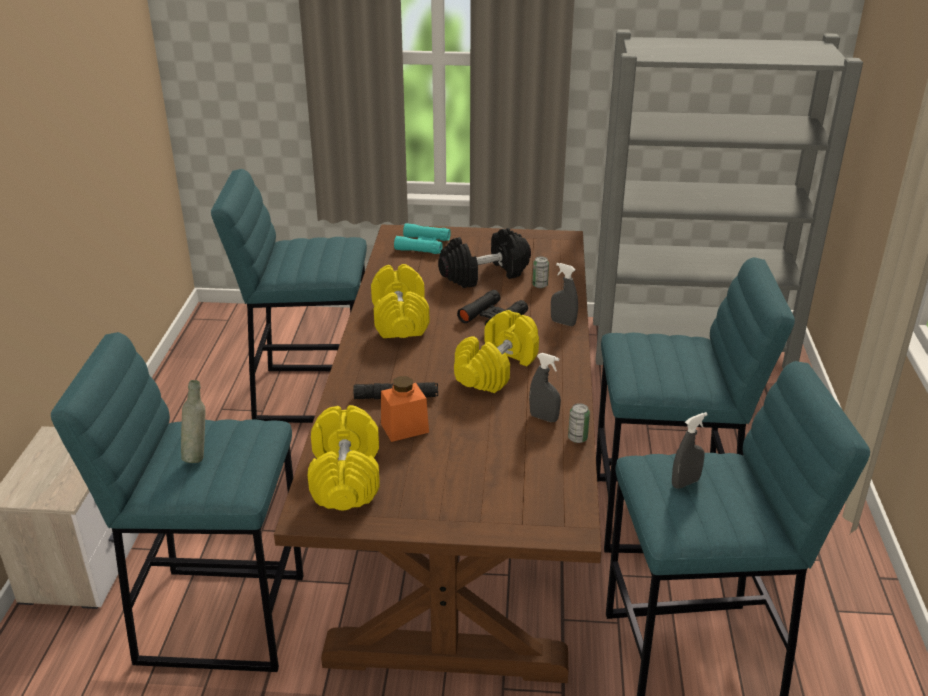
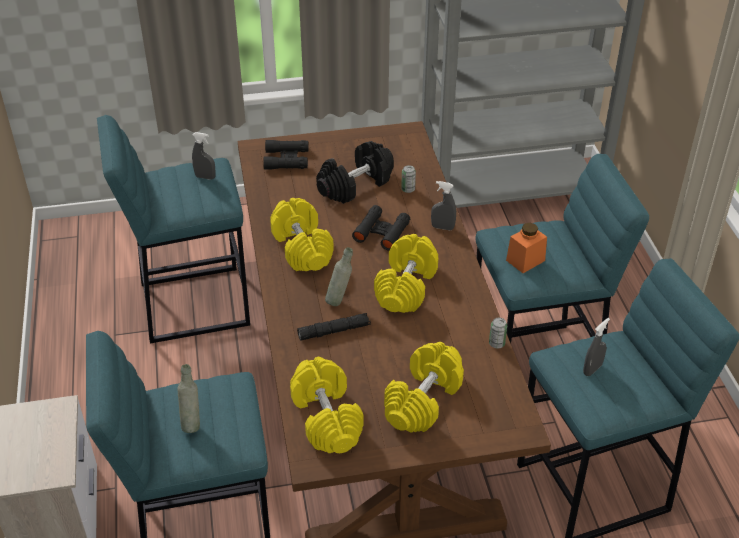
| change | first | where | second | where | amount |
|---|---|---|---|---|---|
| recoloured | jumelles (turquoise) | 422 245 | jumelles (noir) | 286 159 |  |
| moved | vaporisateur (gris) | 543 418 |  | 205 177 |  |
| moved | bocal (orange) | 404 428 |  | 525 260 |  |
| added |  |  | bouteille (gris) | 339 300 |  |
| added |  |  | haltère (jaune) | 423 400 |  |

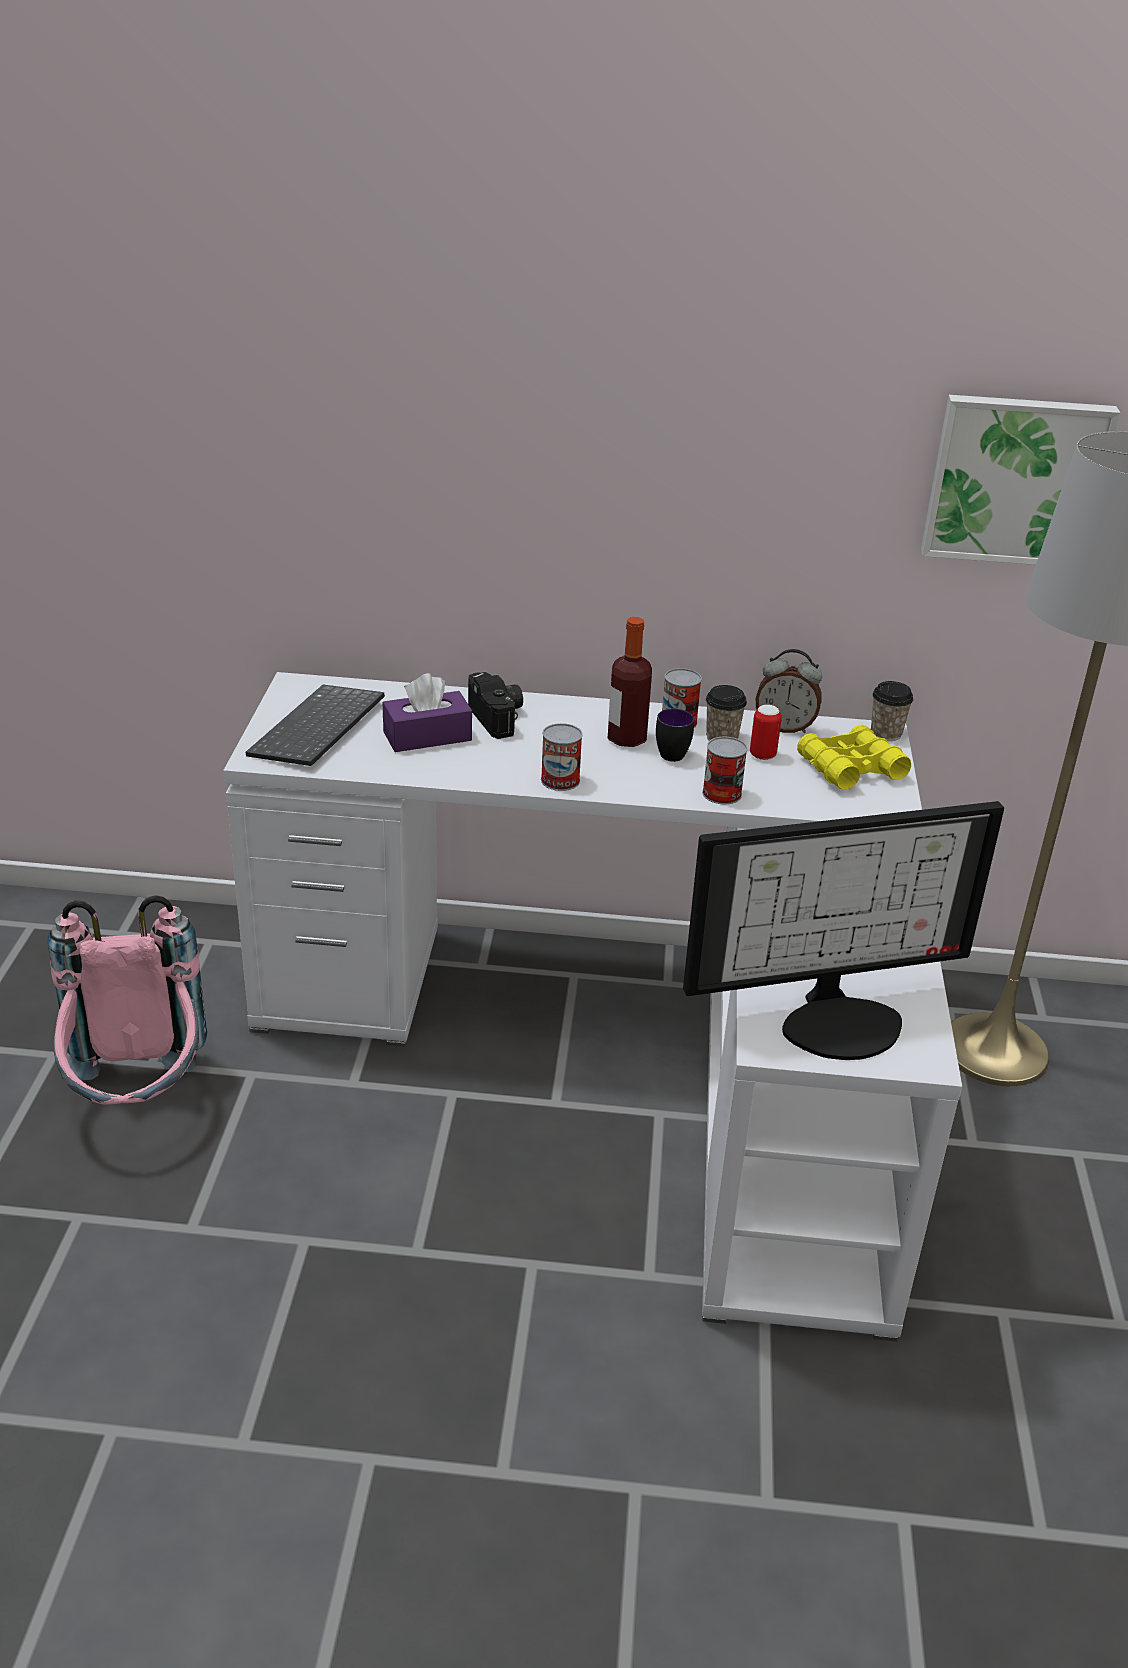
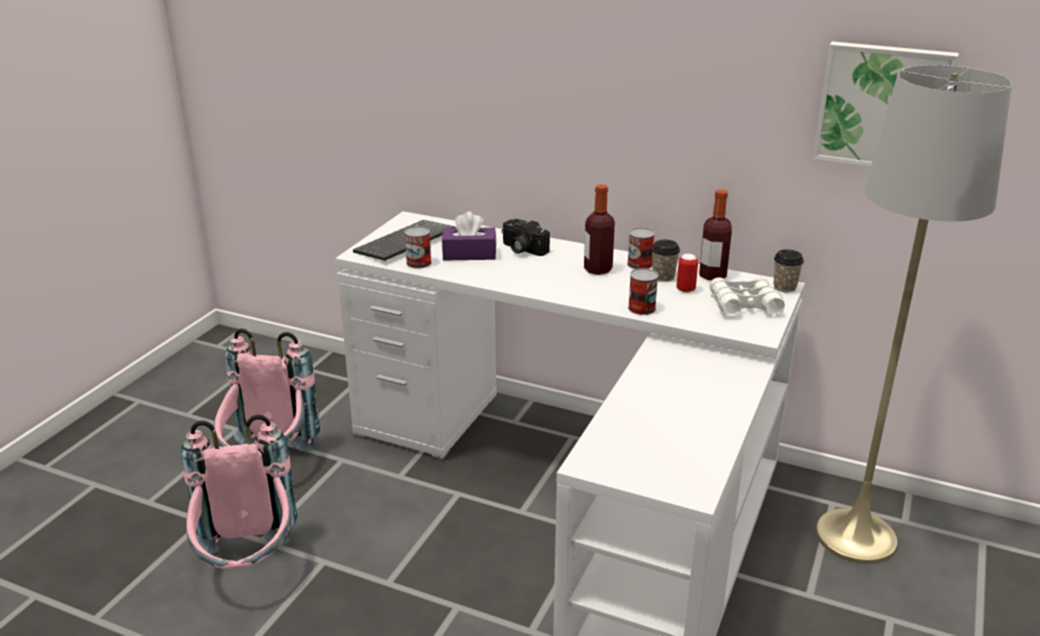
| change | first | where | second | where | amount |
|---|---|---|---|---|---|
| replaced | réveil | 784 727 | bouteille | 712 275 |  |
| turned | appareil photo | 499 718 |  | 522 249 | 135 degrees clockwise |
| removed | mug | 671 752 |  |  |  |
| moved | boîte métallique | 560 780 |  | 418 263 |  |
| recoloured | jumelles (jaune) | 850 768 | jumelles (blanc) | 744 305 |  |
| removed | écran d'ordinateur | 839 1018 |  |  |  |
| added |  |  | sac à dos (rose) | 248 567 |  |

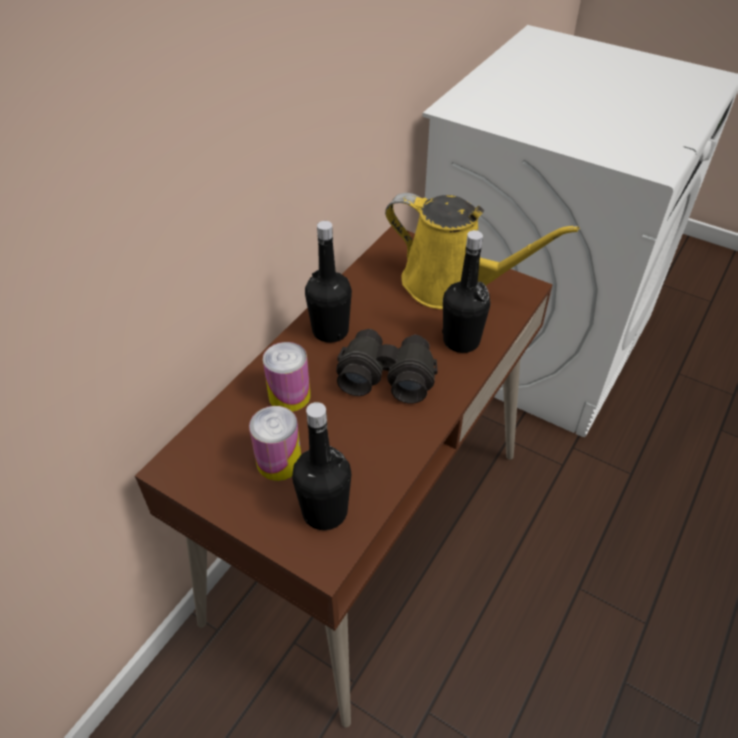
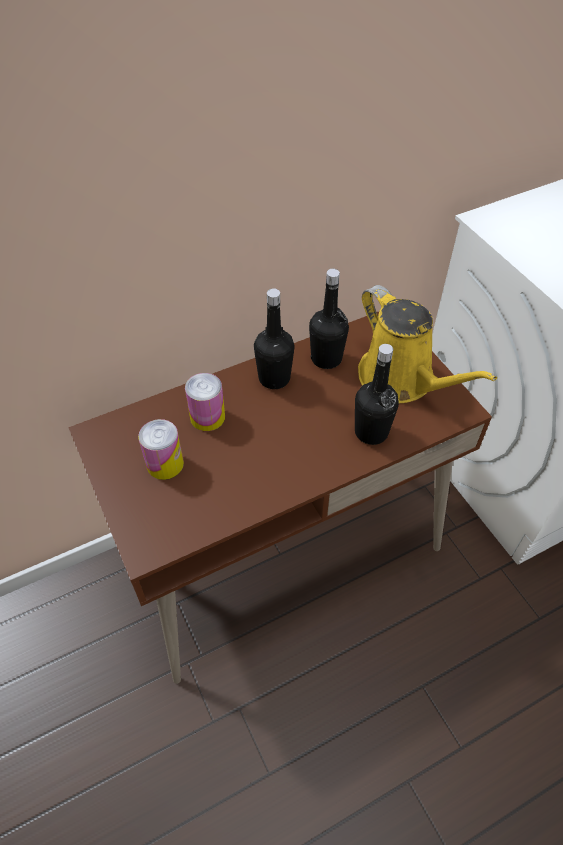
| change | first | where | second | where | amount |
|---|---|---|---|---|---|
| removed | jumelles (noir) | 386 375 |  |  |  |
| moved | bouteille (noir) | 325 511 |  | 326 358 |  |

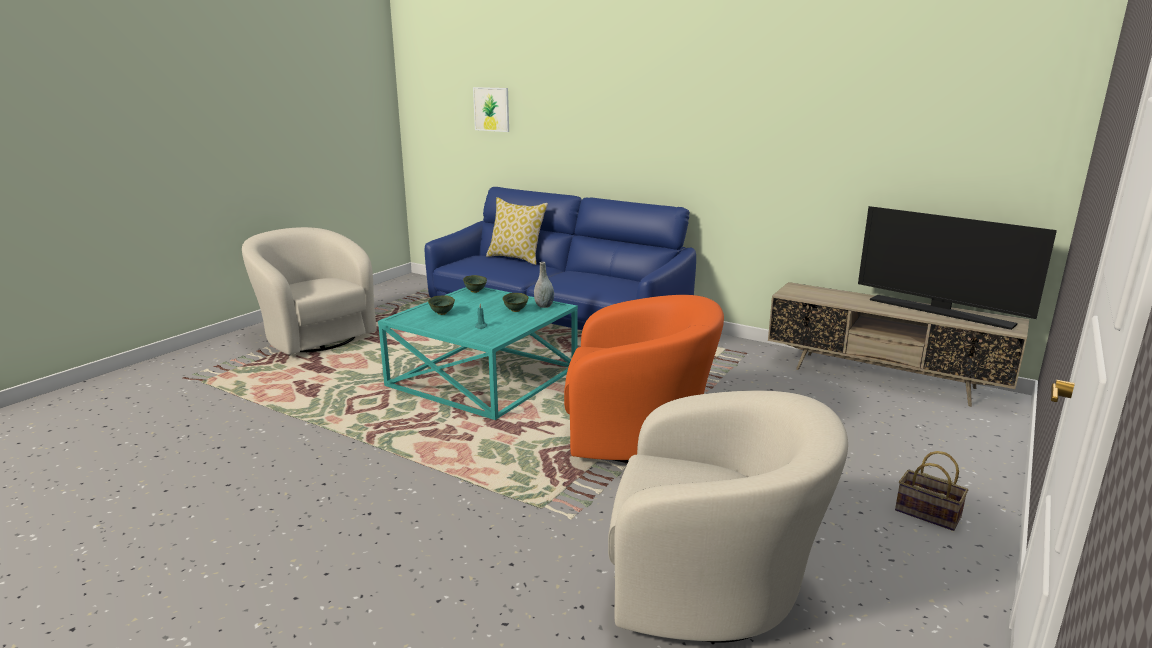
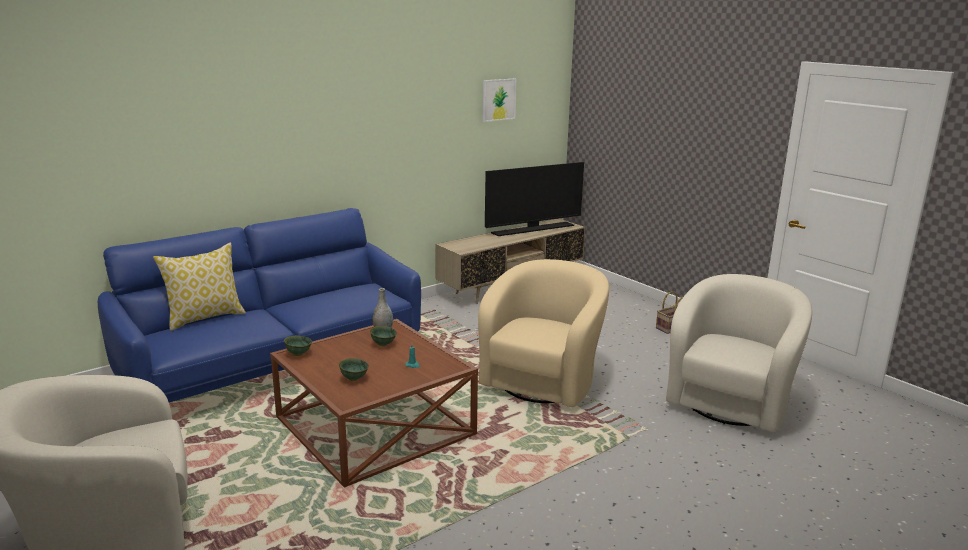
| change | first | where | second | where | amount |
|---|---|---|---|---|---|
| moved | tableau | 491 109 |  | 498 99 |  |
| recoloured | table basse (turquoise) | 484 377 | table basse (marron) | 374 425 |  |
| recoloured | fauteuil (orange) | 637 437 | fauteuil (beige) | 543 381 |  |

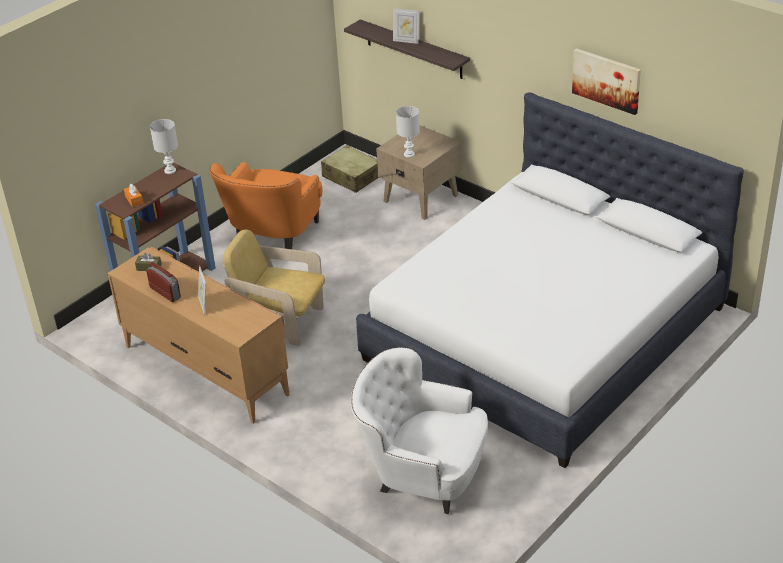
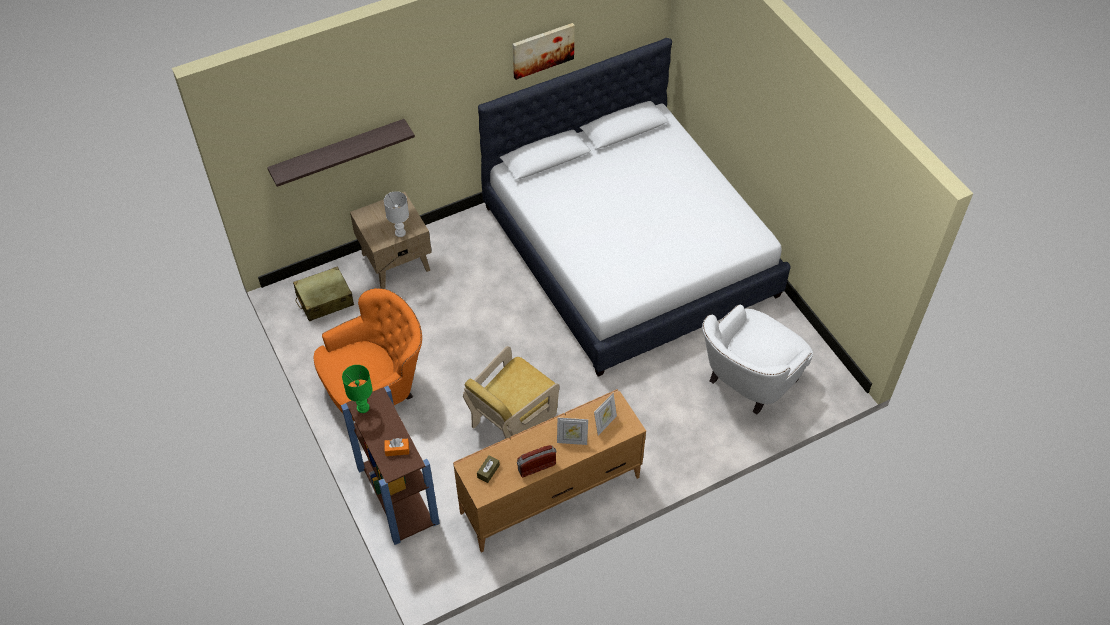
| change | first | where | second | where | amount |
|---|---|---|---|---|---|
| moved | cadre photo | 406 41 |  | 604 424 |  |
| recoloured | lampe de table (blanc) | 170 171 | lampe de table (vert) | 363 408 |  |
| turned | fauteuil (orange) | 273 234 |  | 376 387 | 75 degrees counterclockwise |

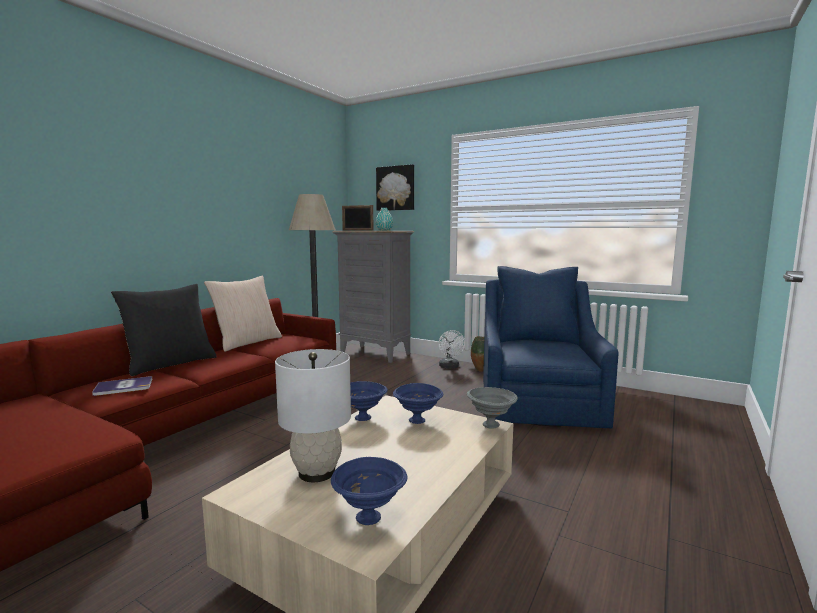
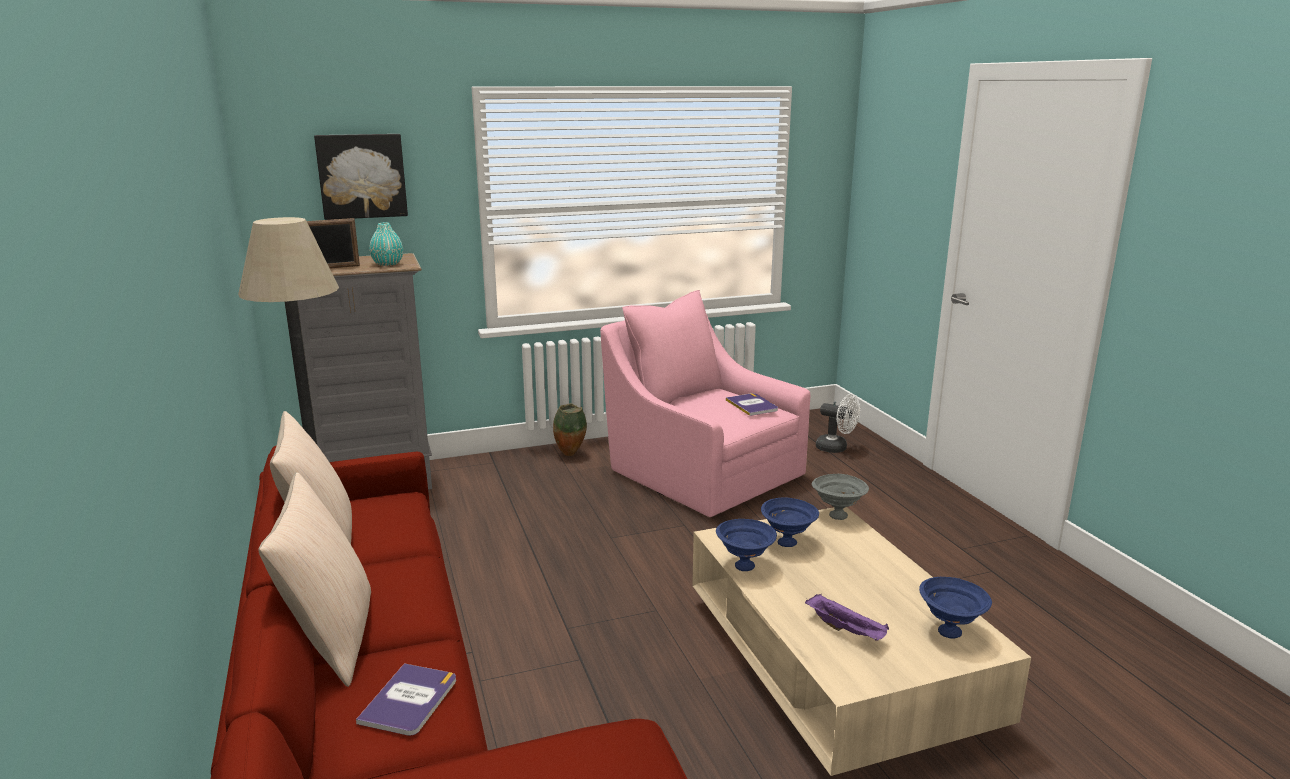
| change | first | where | second | where | amount |
|---|---|---|---|---|---|
| recoloured | fauteuil (bleu) | 538 403 | fauteuil (rose) | 701 473 |  |
| recoloured | coussin (noir) | 170 364 | coussin (beige) | 331 638 |  |
| moved | ventilateur (blanc) | 450 367 |  | 836 448 |  |
| replaced | lampe de table (blanc) | 317 472 | plateau (violet) | 846 630 |  |
| added |  |  | livre | 752 405 |  |

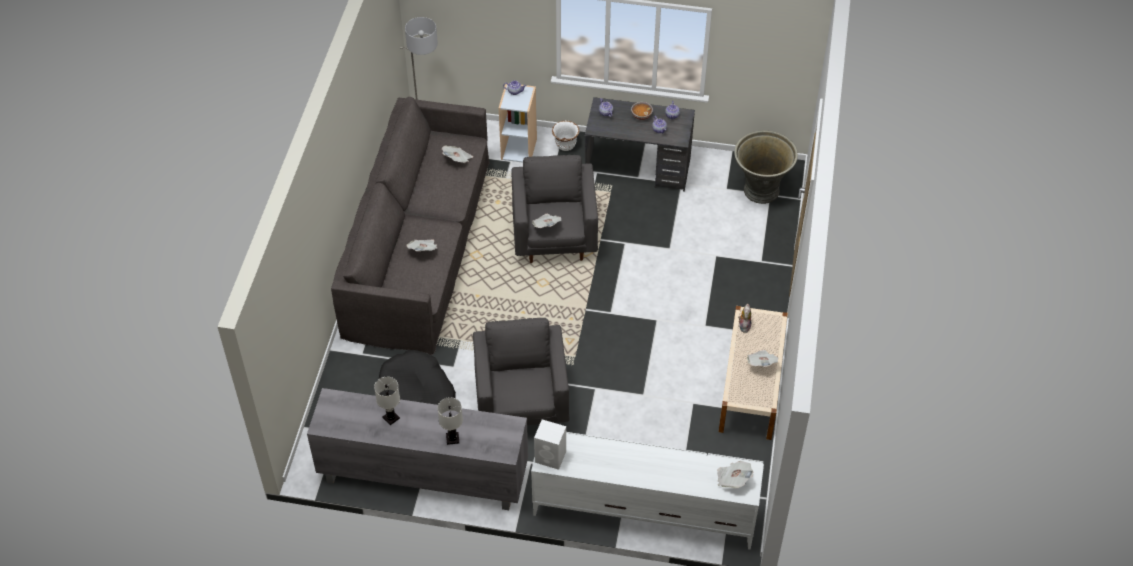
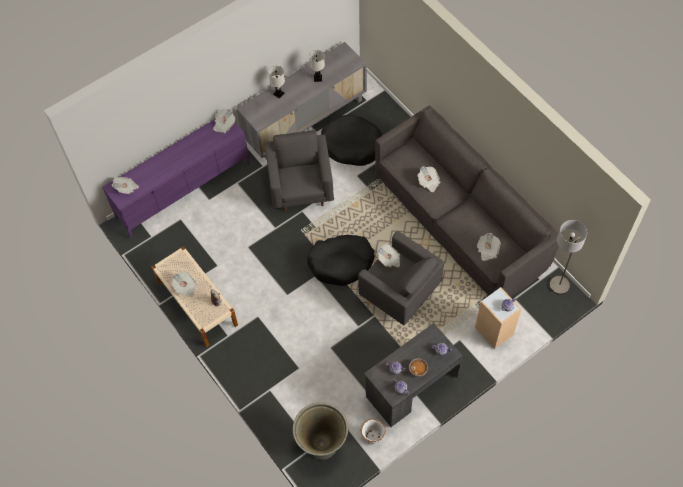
| change | first | where | second | where | amount |
|---|---|---|---|---|---|
| moved | cache-pot (blanc) | 565 146 |  | 372 436 |  |
| turned | fauteuil (gris) | 522 403 |  | 301 188 | 135 degrees counterclockwise |
| replaced | enceinte (blanc) | 551 457 | journal | 224 125 |  |
| recoloured | meuble de rangement (blanc) | 643 513 | meuble de rangement (violet) | 184 190 |  |
| added |  |  | panier pour chien (noir) | 341 263 |  |

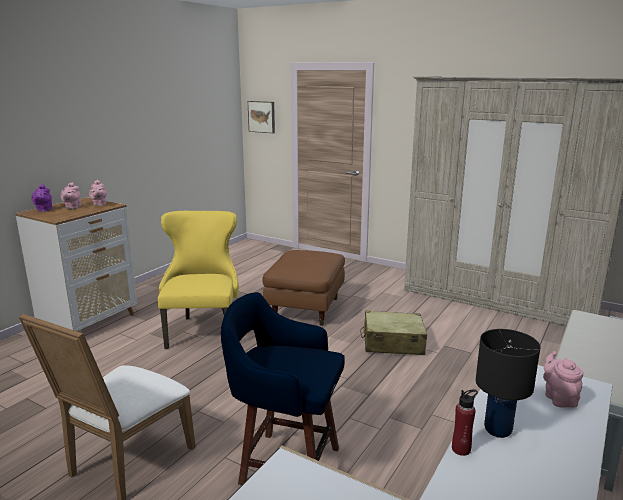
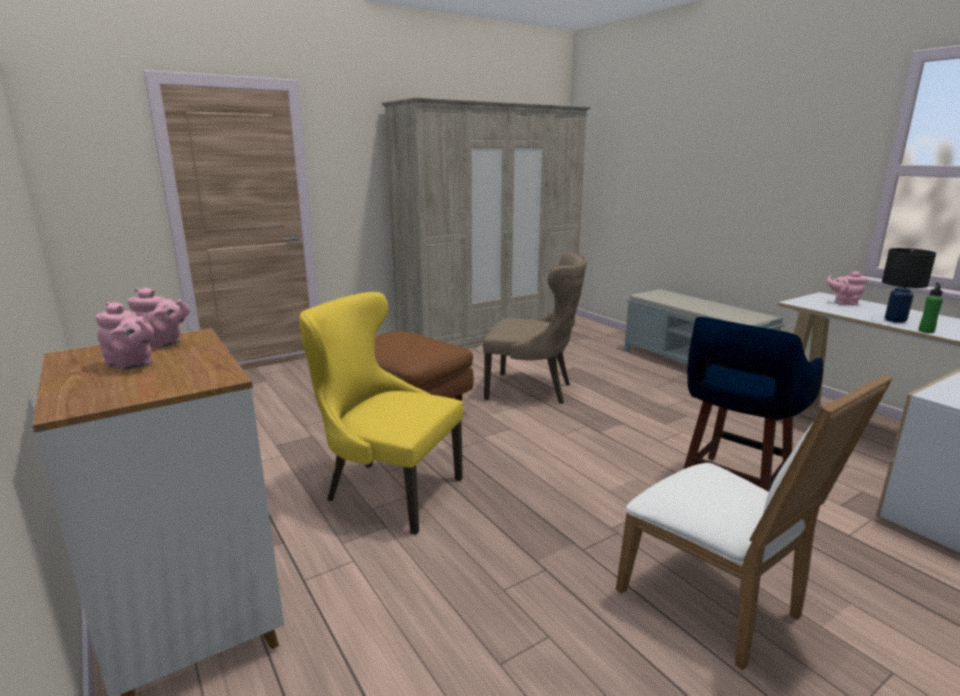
| change | first | where | second | where | amount |
|---|---|---|---|---|---|
| removed | tableau | 262 116 |  |  |  |
| removed | théière (violet) | 44 210 |  |  |  |
| replaced | valise (beige) | 392 343 | chaise (beige) | 532 390 |  |
| recoloured | bouteille (rouge) | 461 449 | bouteille (vert) | 926 331 |  |

